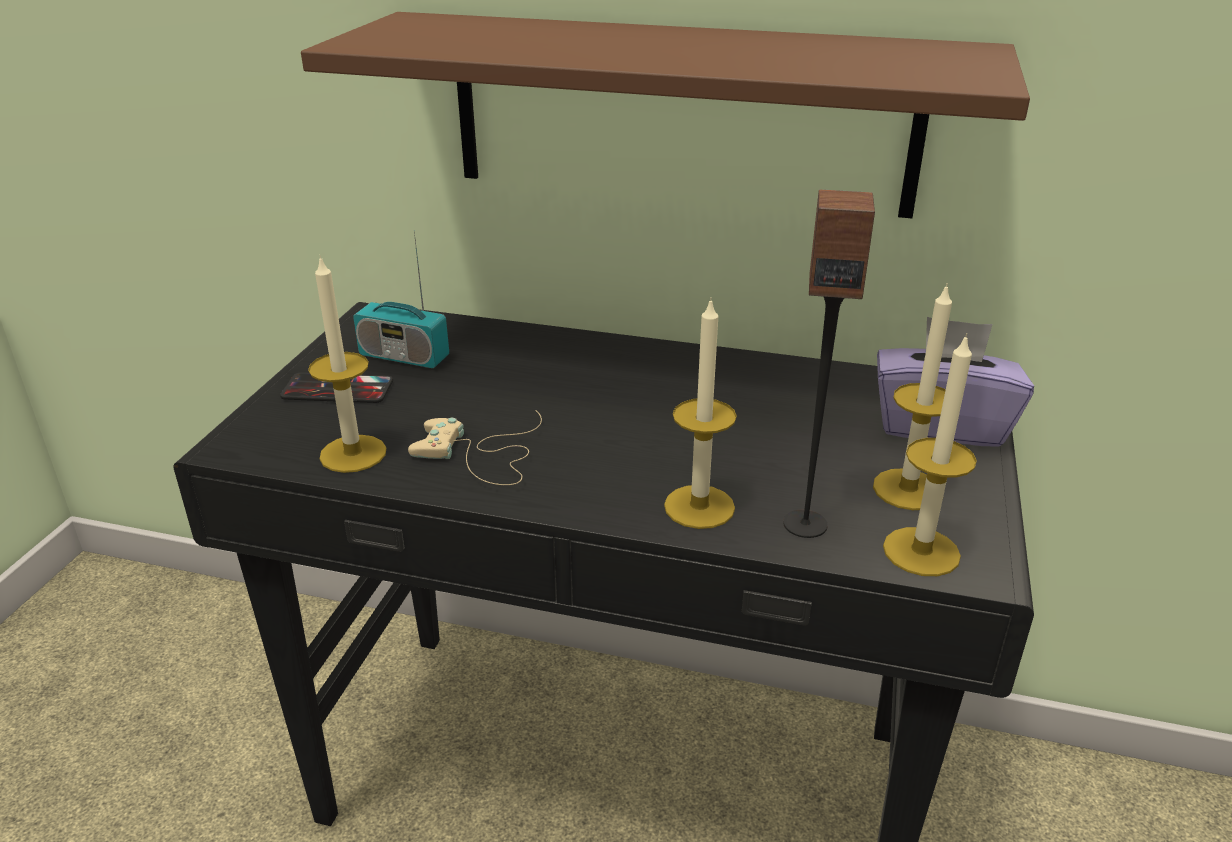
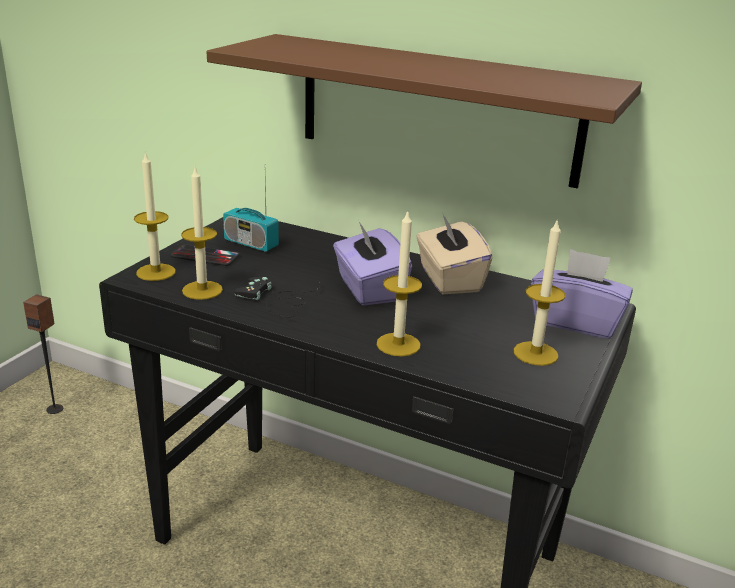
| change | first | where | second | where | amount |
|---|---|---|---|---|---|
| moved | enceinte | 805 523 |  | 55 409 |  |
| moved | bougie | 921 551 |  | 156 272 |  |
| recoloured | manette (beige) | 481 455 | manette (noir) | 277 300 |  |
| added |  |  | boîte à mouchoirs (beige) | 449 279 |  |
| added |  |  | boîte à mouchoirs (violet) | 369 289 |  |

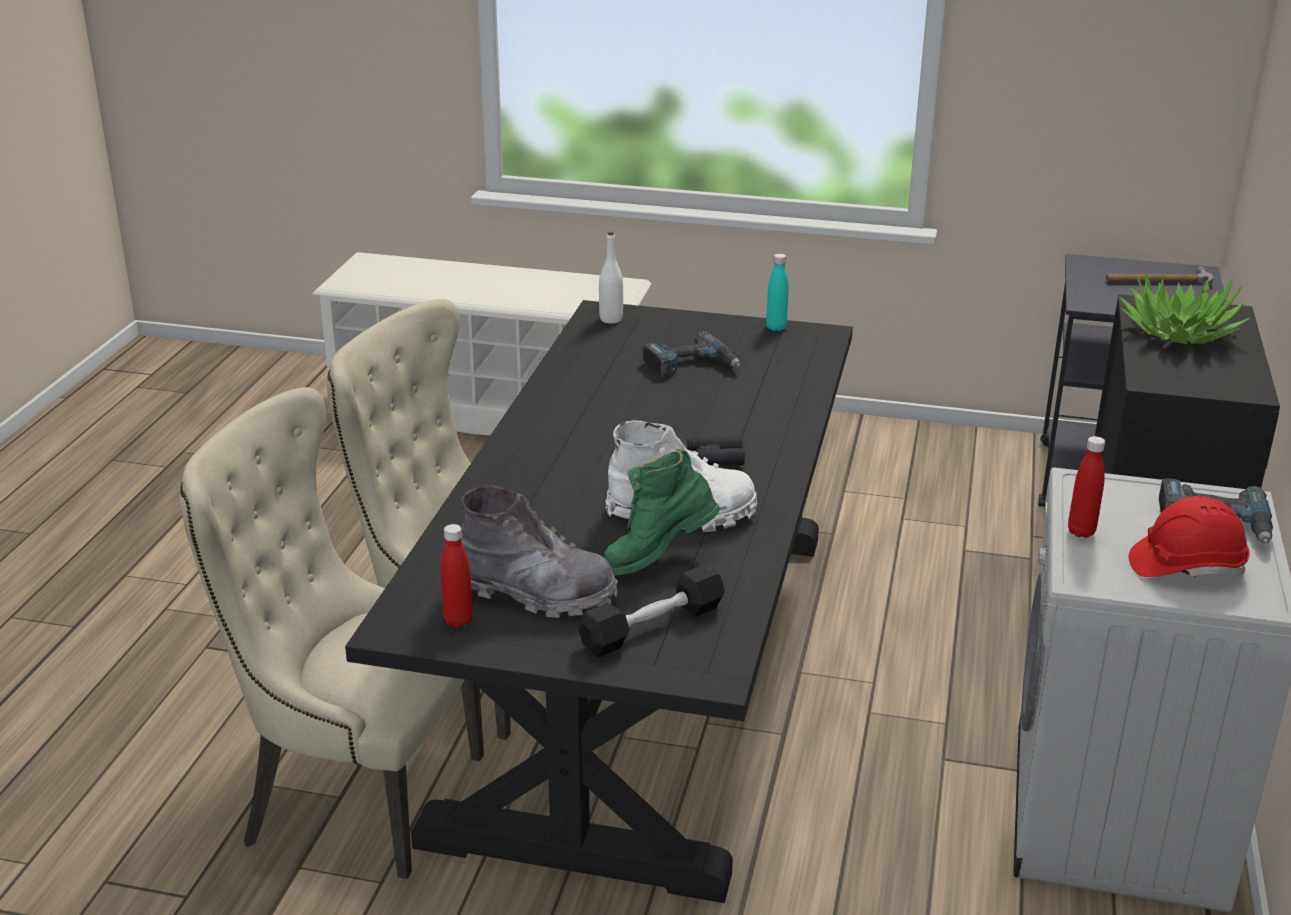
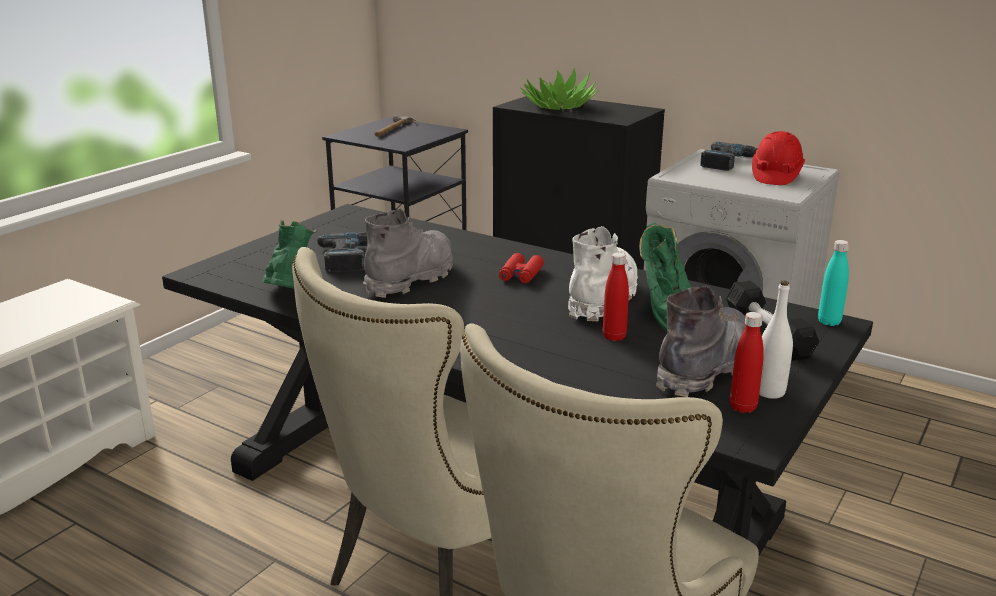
| change | first | where | second | where | amount |
|---|---|---|---|---|---|
| moved | bouteille (blanc) | 611 319 |  | 769 392 |  |
| moved | bouteille (turquoise) | 776 327 |  | 829 322 |  |
| recoloured | jumelles (noir) | 715 458 | jumelles (rouge) | 521 275 |  |
| moved | bouteille (rouge) | 1081 532 |  | 614 337 |  |
| added |  |  | botte (gris) | 411 278 |  |
| added |  |  | botte (vert) | 290 300 |  |

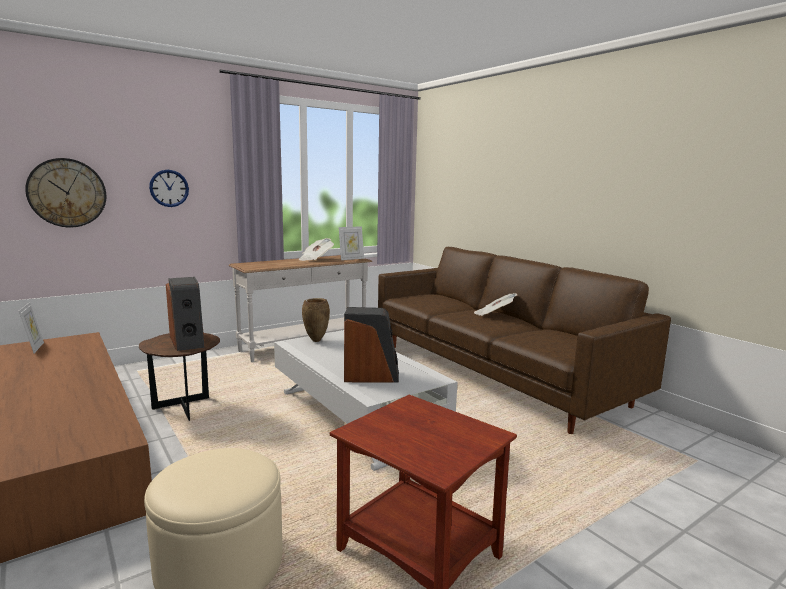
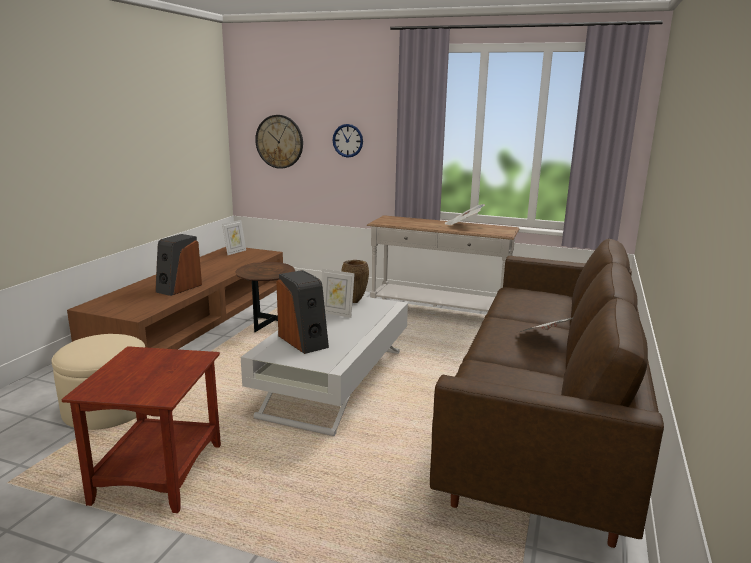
| change | first | where | second | where | amount |
|---|---|---|---|---|---|
| moved | cadre photo | 351 259 |  | 336 313 |  |
| moved | enceinte | 188 341 |  | 178 288 |  |

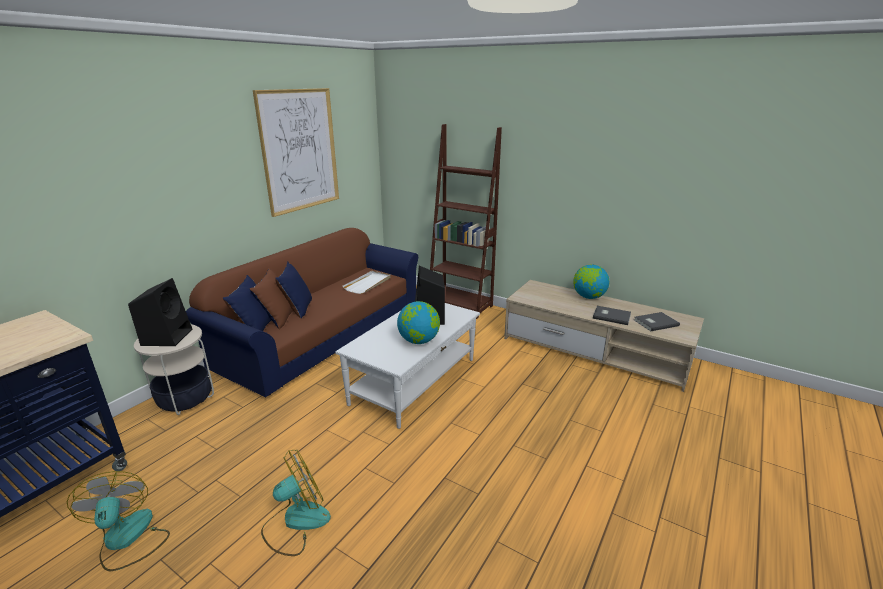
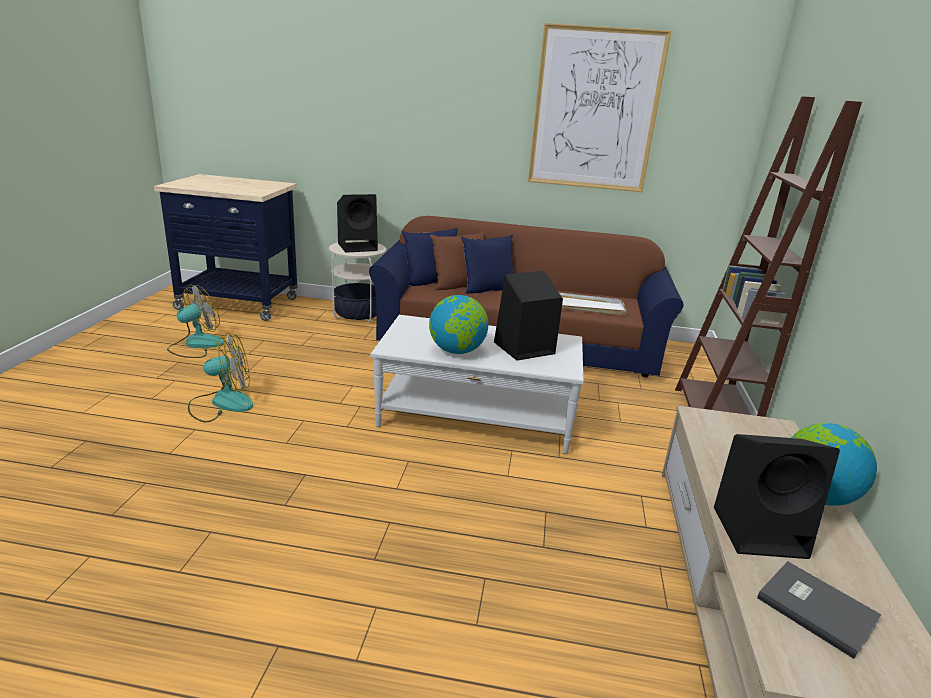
| change | first | where | second | where | amount |
|---|---|---|---|---|---|
| replaced | livre (gris) | 611 316 | enceinte (noir) | 761 531 |  |
| turned | ventilateur | 296 522 |  | 222 403 | 45 degrees counterclockwise |

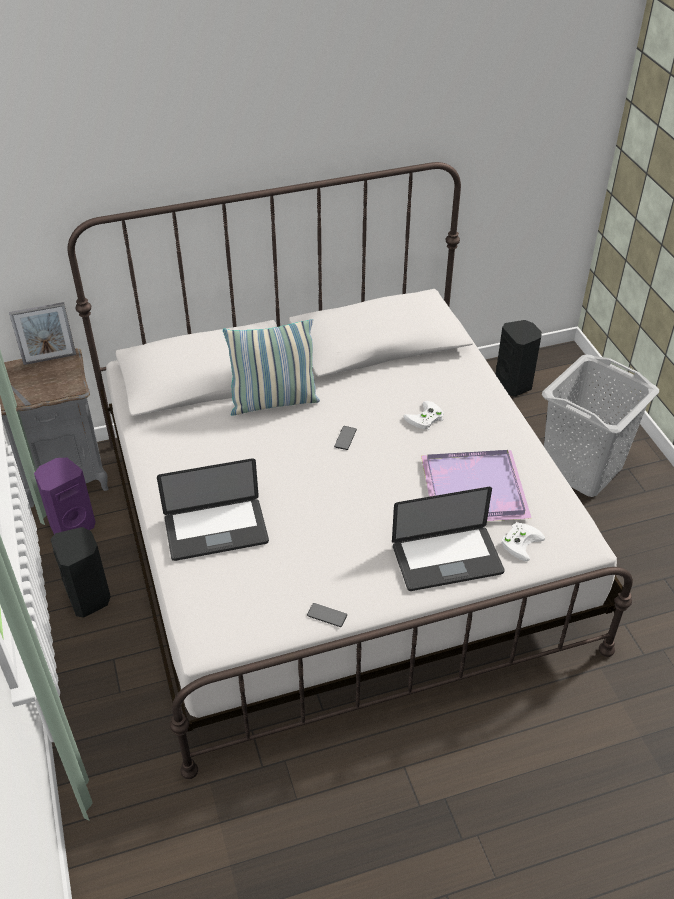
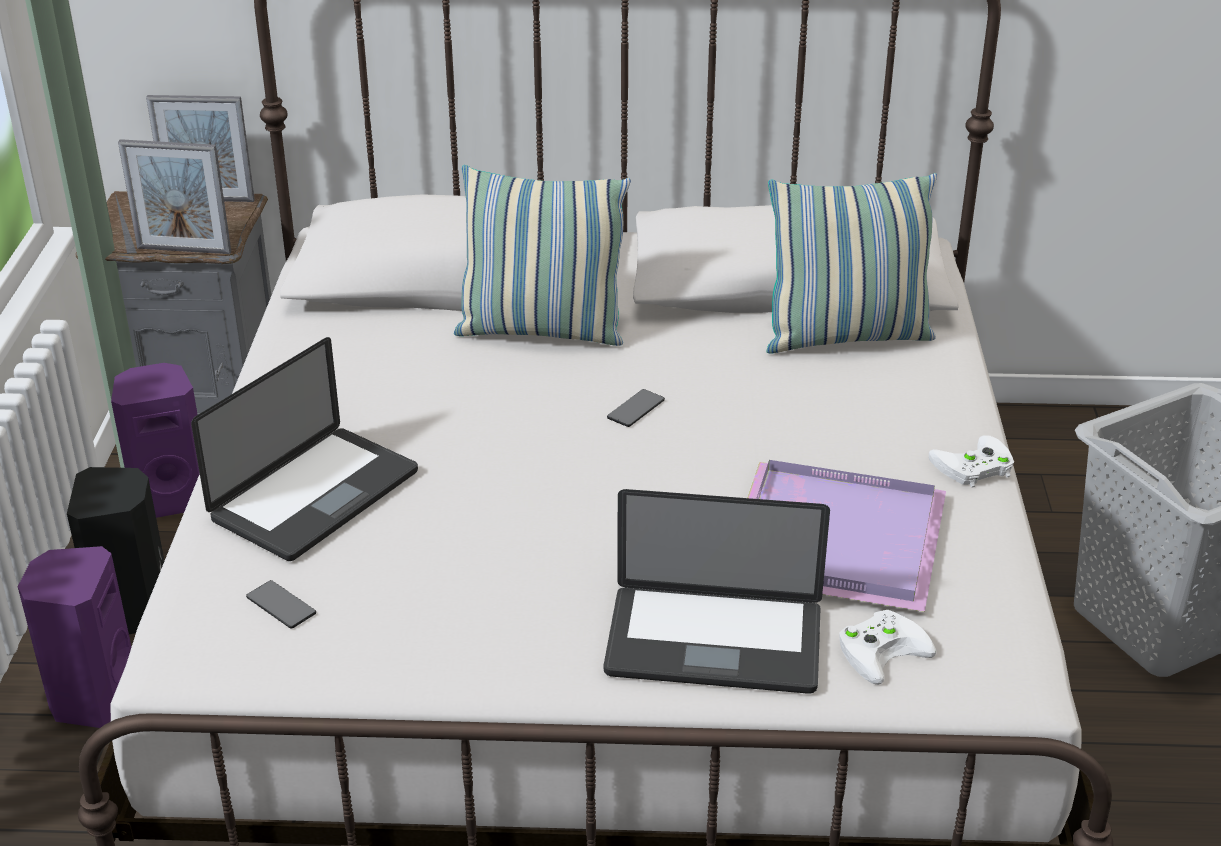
| change | first | where | second | where | amount |
|---|---|---|---|---|---|
| removed | enceinte (noir) | 514 384 |  |  |  |
| moved | manette (blanc) | 425 419 |  | 972 467 |  |
| turned | ordinateur portable | 216 530 |  | 315 496 | 60 degrees counterclockwise |
| moved | téléphone | 327 615 |  | 281 606 |  |
| added |  |  | cadre photo | 184 250 |  |
| added |  |  | coussin | 846 337 |  |
| added |  |  | enceinte (violet) | 92 699 |  |

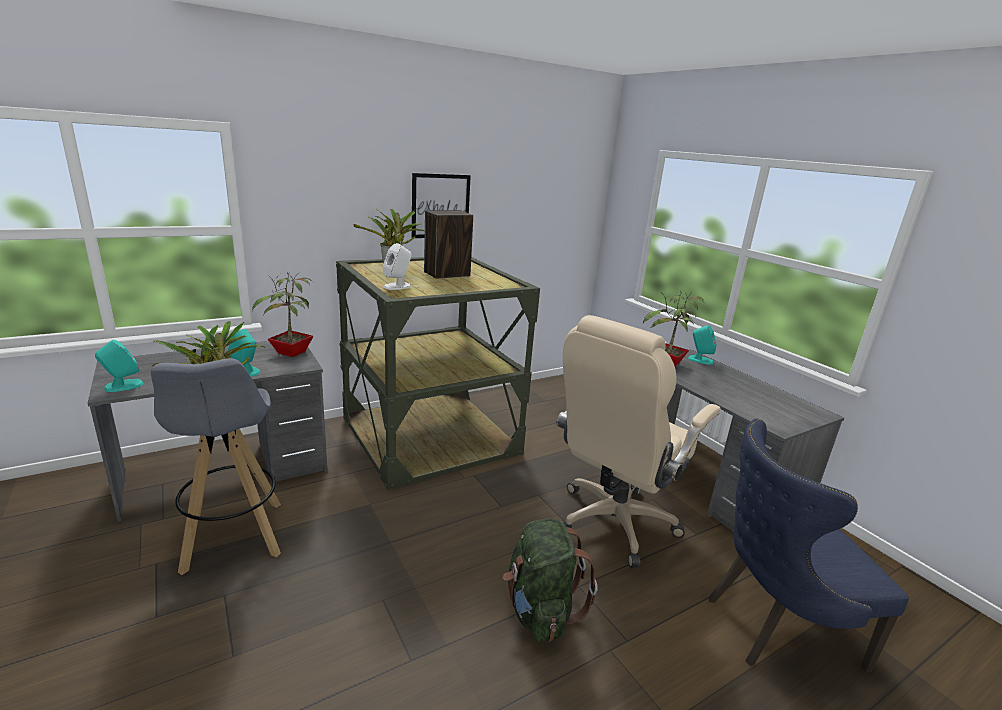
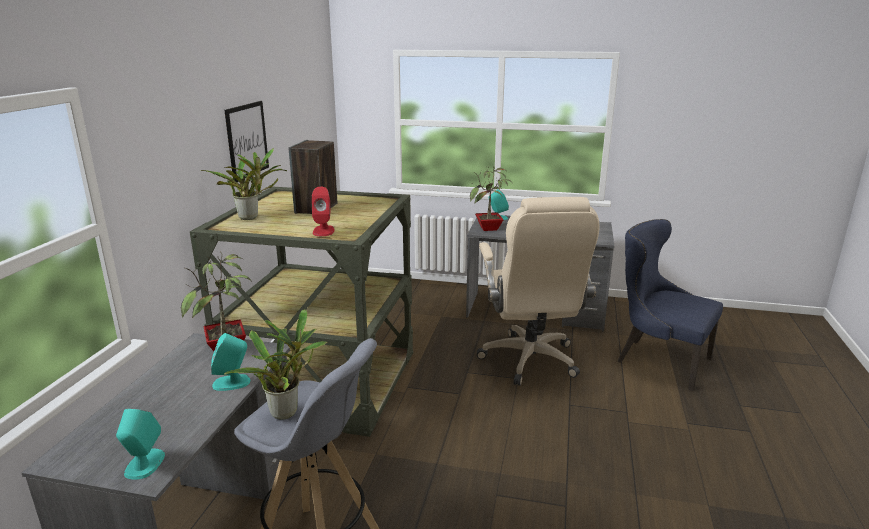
| change | first | where | second | where | amount |
|---|---|---|---|---|---|
| recoloured | enceinte (blanc) | 398 286 | enceinte (rouge) | 323 231 |  |
| turned | chaise (bleu) | 774 626 |  | 659 361 | 90 degrees clockwise |
| removed | sac à dos (vert) | 540 610 |  |  |  |

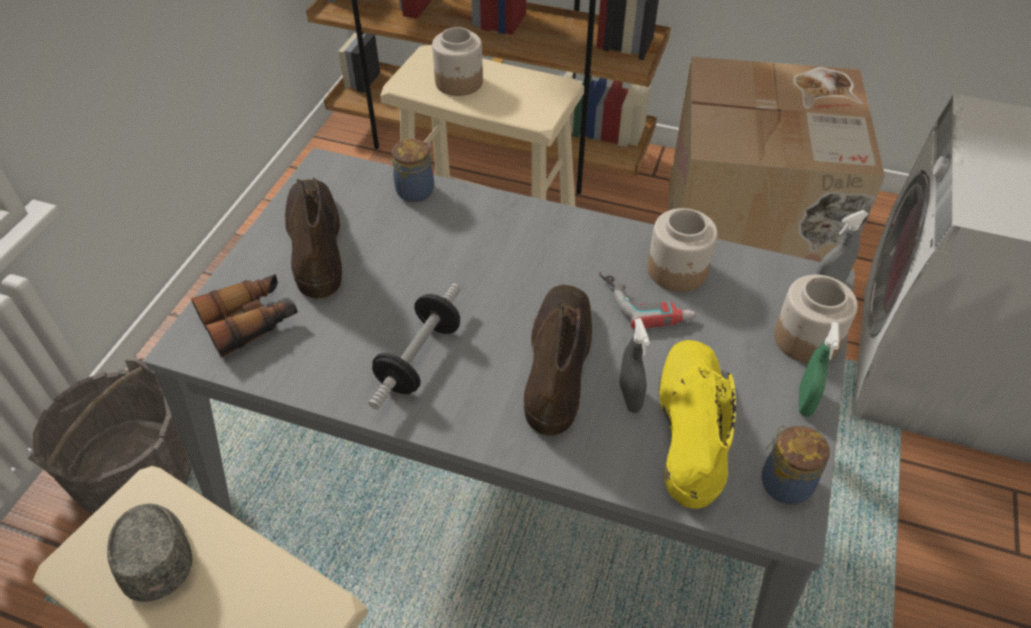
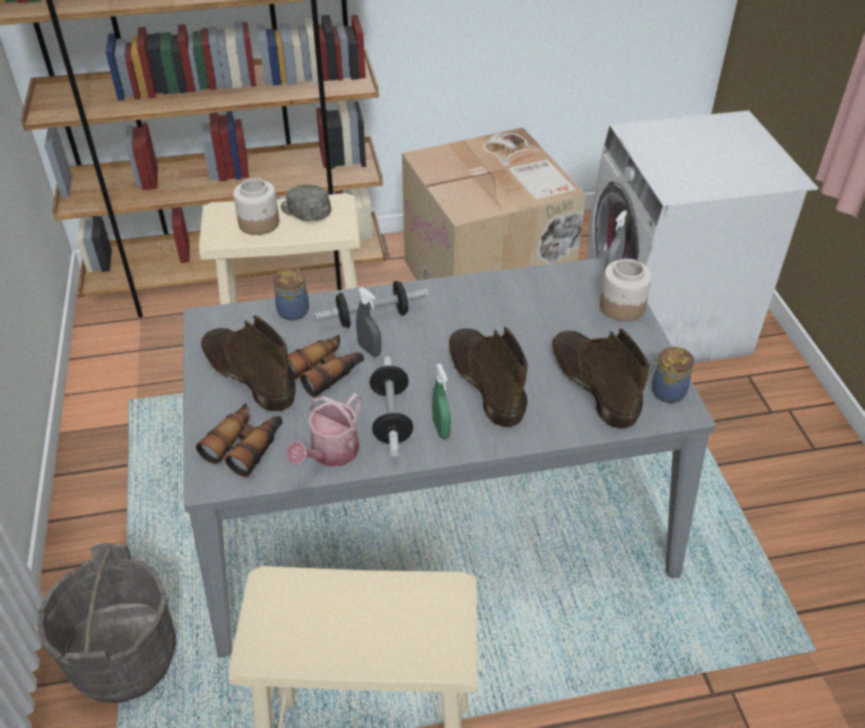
| change | first | where | second | where | amount |
|---|---|---|---|---|---|
| removed | bocal | 678 271 |  |  |  |
| removed | perceuse | 646 300 |  |  |  |
| moved | vaporisateur (gris) | 630 397 |  | 369 349 |  |
| moved | vaporisateur (vert) | 805 401 |  | 441 429 |  |
| recoloured | botte (jaune) | 690 425 | botte (marron) | 592 383 |  |
| moved | casquette (gris) | 155 553 |  | 305 212 |  |
| added |  |  | haltère | 372 317 |  |
| added |  |  | jumelles | 326 371 |  |
| added |  |  | arrosoir | 330 454 |  |

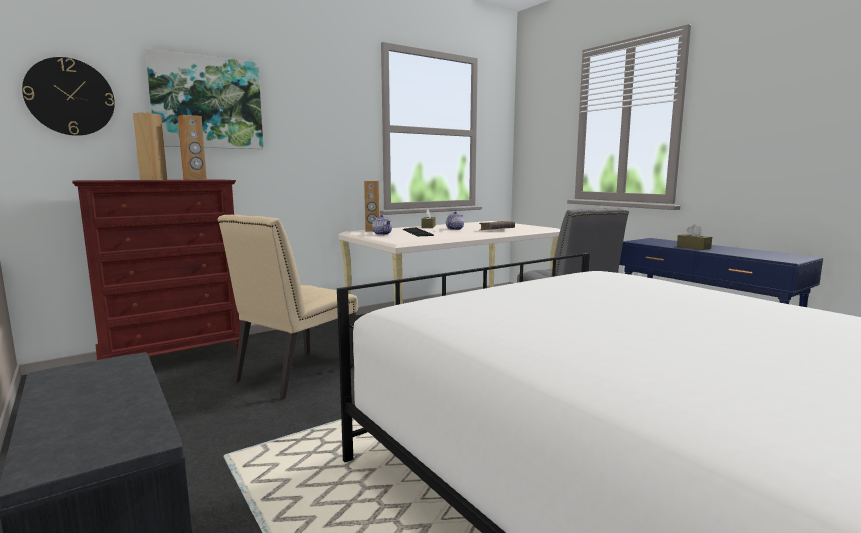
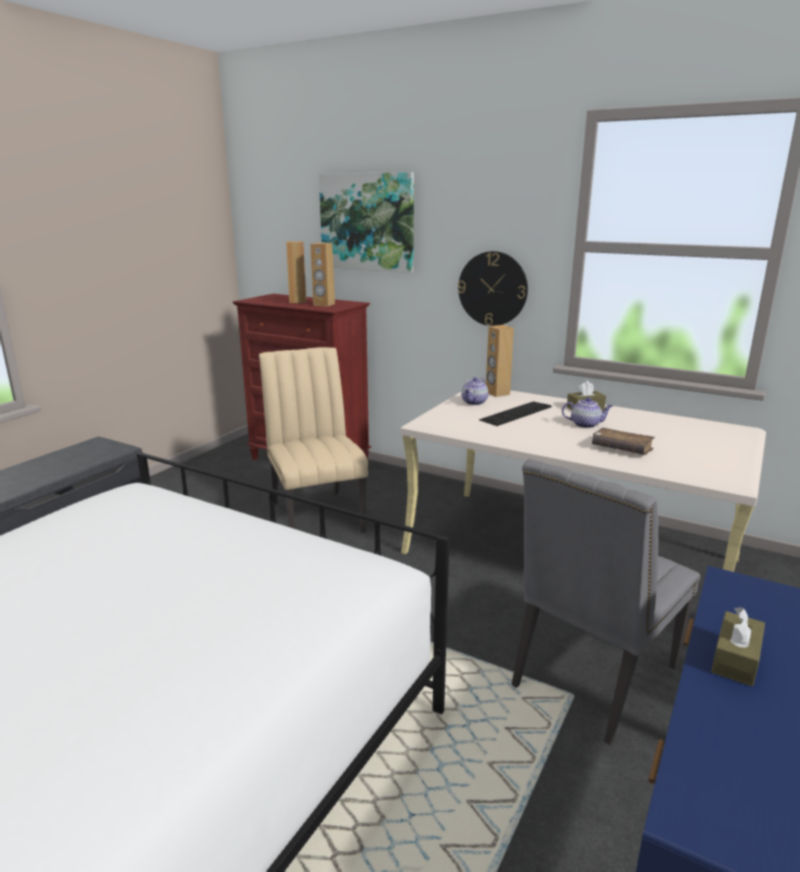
| change | first | where | second | where | amount |
|---|---|---|---|---|---|
| moved | horloge murale | 70 97 |  | 492 289 |  |
| turned | chaise (beige) | 297 373 |  | 317 517 | 60 degrees clockwise |

